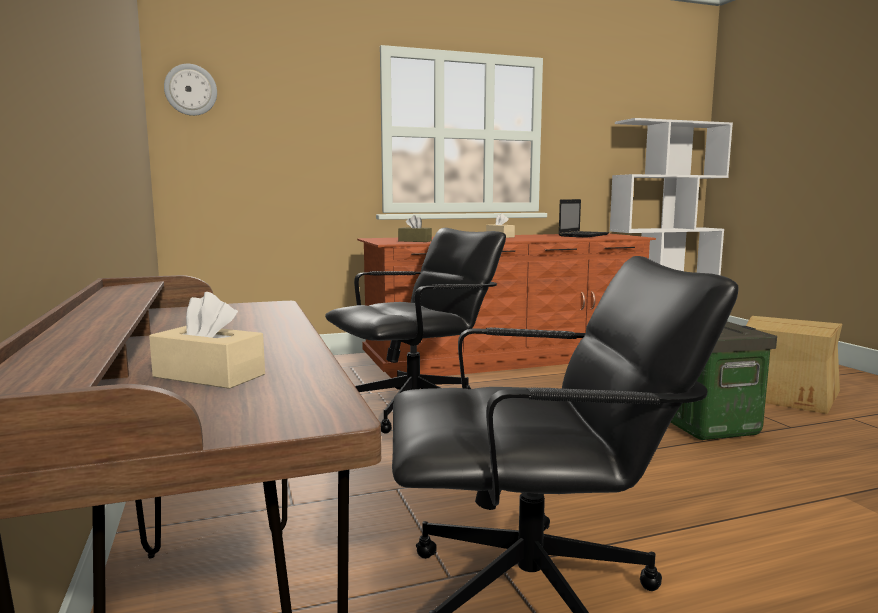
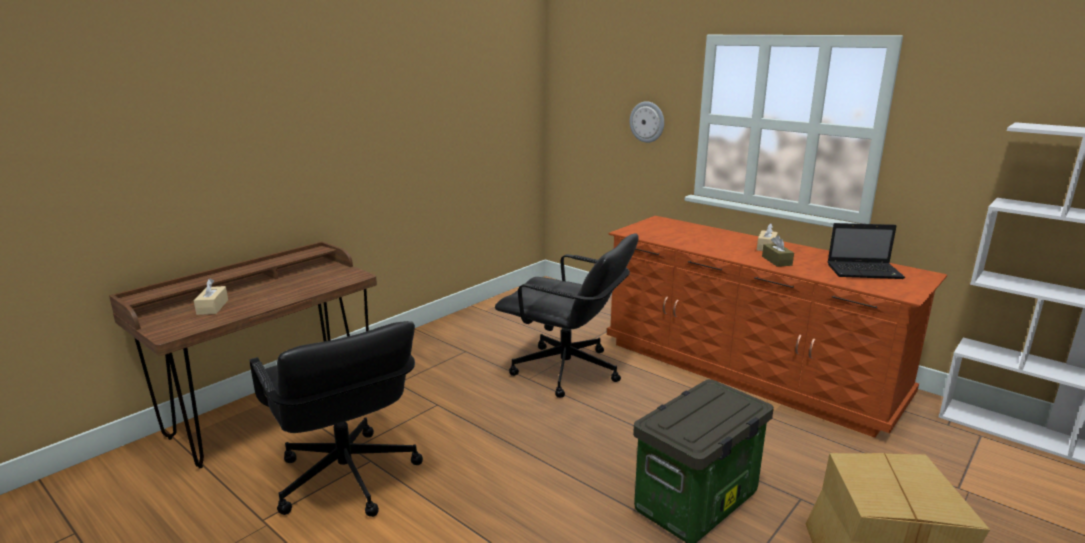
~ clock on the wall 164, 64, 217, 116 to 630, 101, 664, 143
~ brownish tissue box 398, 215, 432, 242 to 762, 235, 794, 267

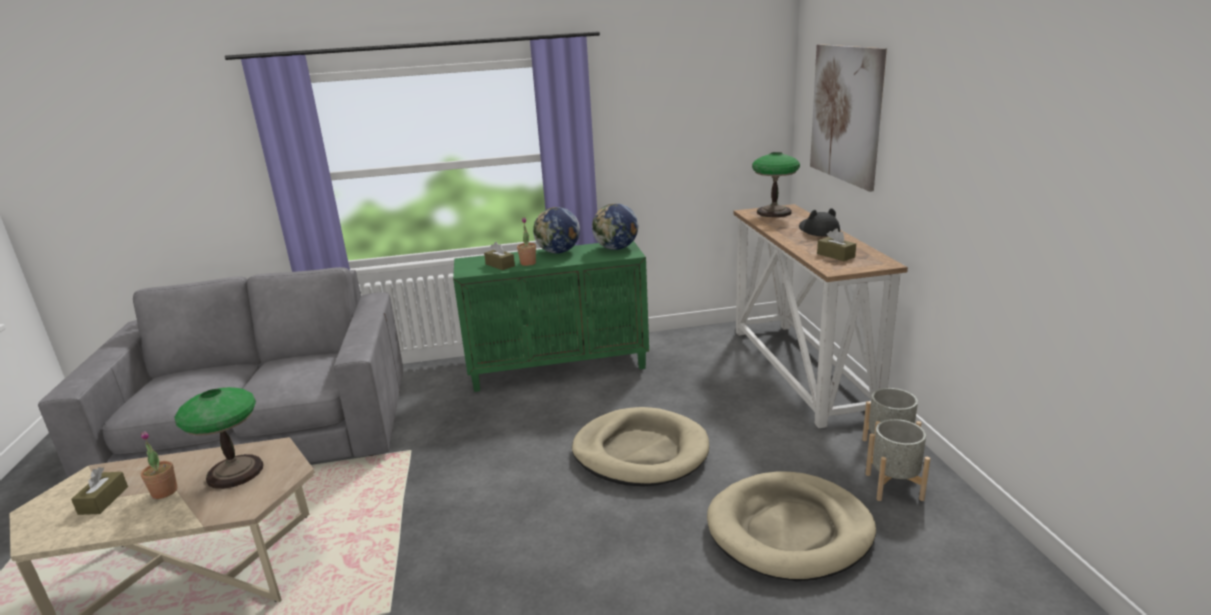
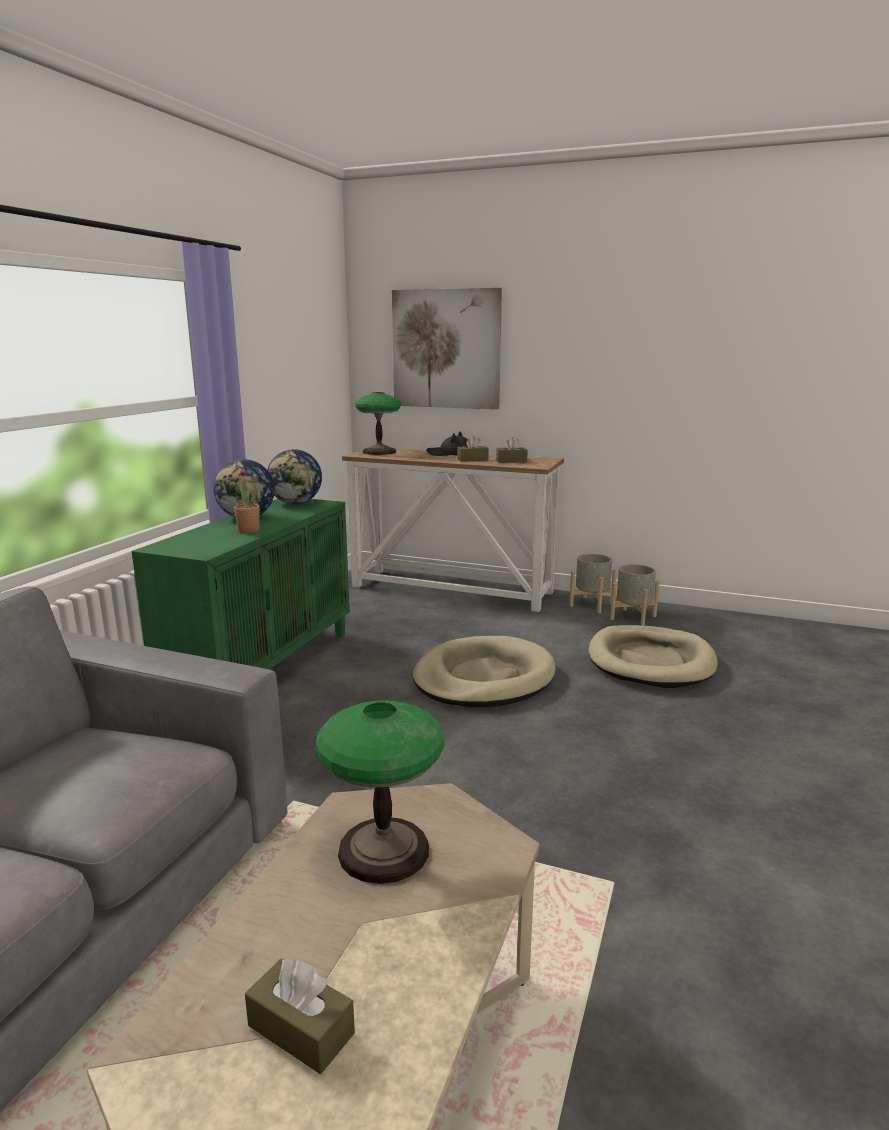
- potted plant 141, 431, 178, 499
~ brownish tissue box 484, 242, 515, 270 to 457, 435, 489, 462

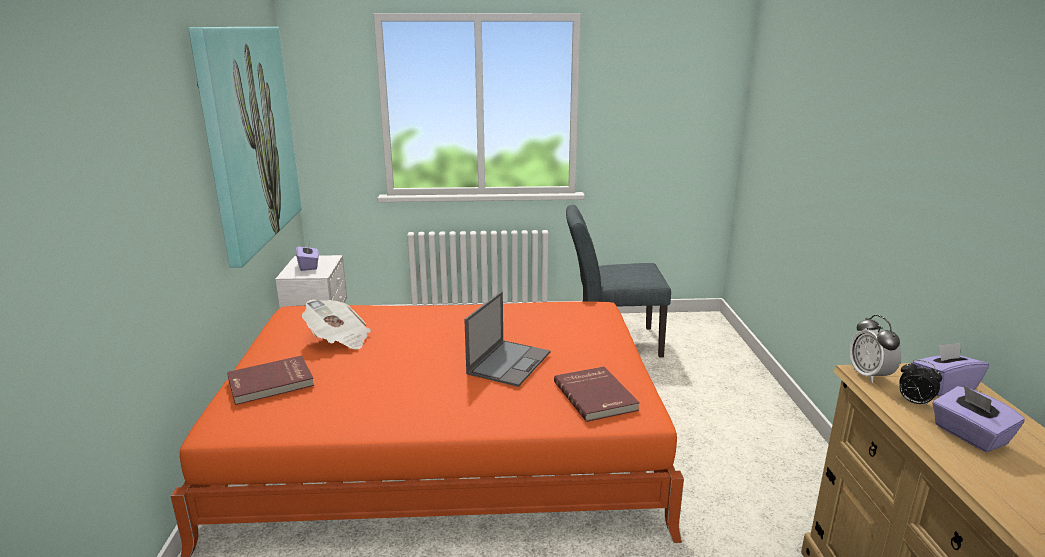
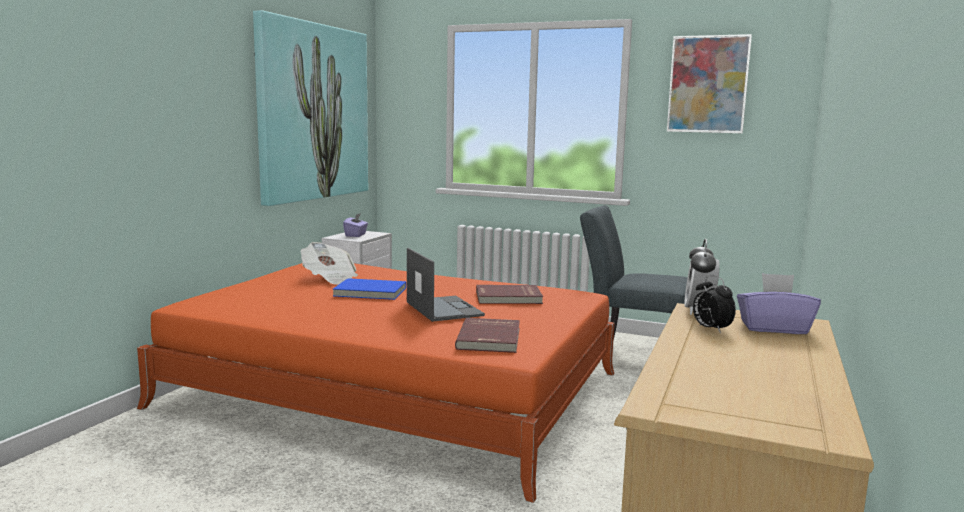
- purple-coloured tissue box 932, 386, 1025, 452
+ bluish volume 333, 278, 406, 300
+ wall picture 667, 34, 752, 133
~ reddish volume 227, 356, 314, 405 to 476, 285, 543, 304
~ portable computer 464, 291, 550, 387 = 407, 248, 485, 322 75 degrees counterclockwise

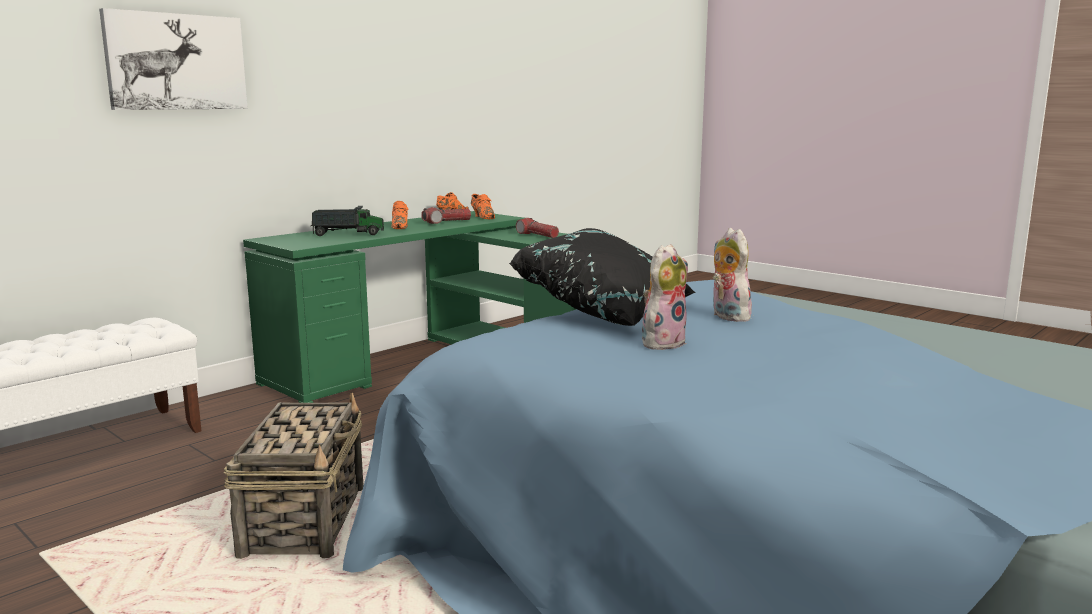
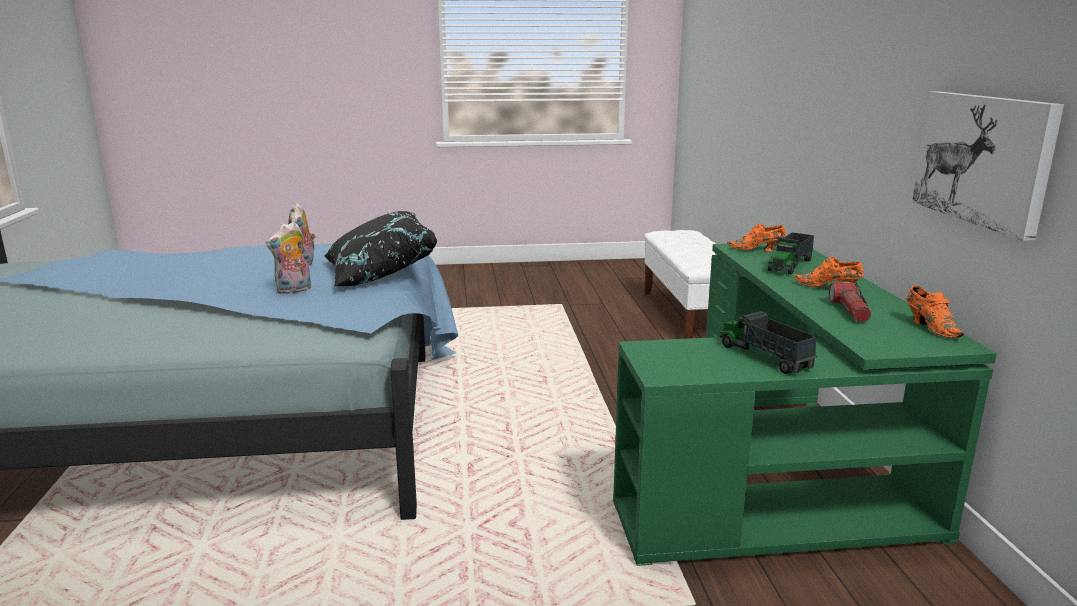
- household basket 223, 392, 364, 559
~ wall picture 99, 8, 248, 110 to 912, 91, 1064, 241
~ orange-coloured item of footwear 471, 194, 495, 219 to 727, 223, 786, 251
~ hand torch 516, 218, 559, 238 to toy lorry 720, 311, 817, 374
~ plush toy 713, 228, 753, 322 = 266, 222, 311, 294 120 degrees clockwise

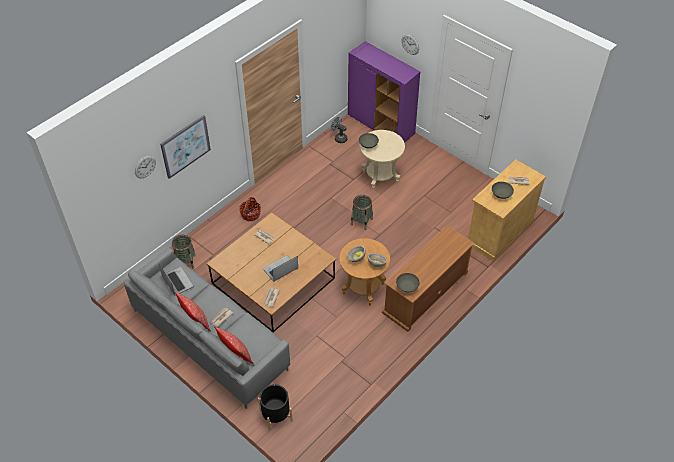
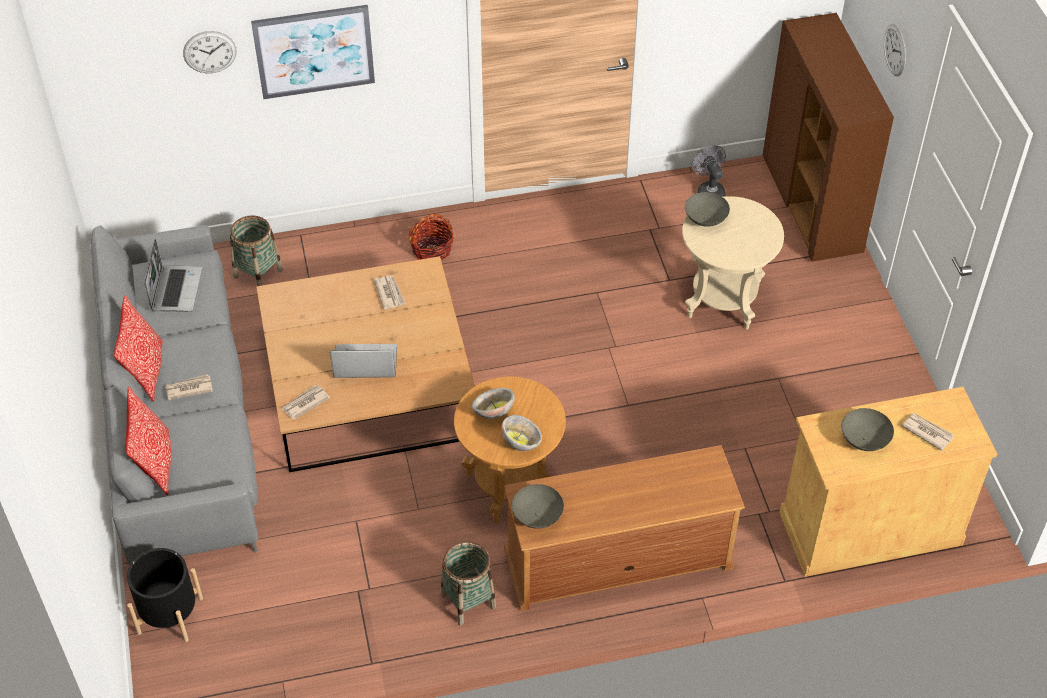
~ household basket 351, 195, 373, 230 to 441, 541, 496, 625
~ purple-coloured cabinet 348, 41, 420, 143 to brownish cabinet 763, 13, 894, 261

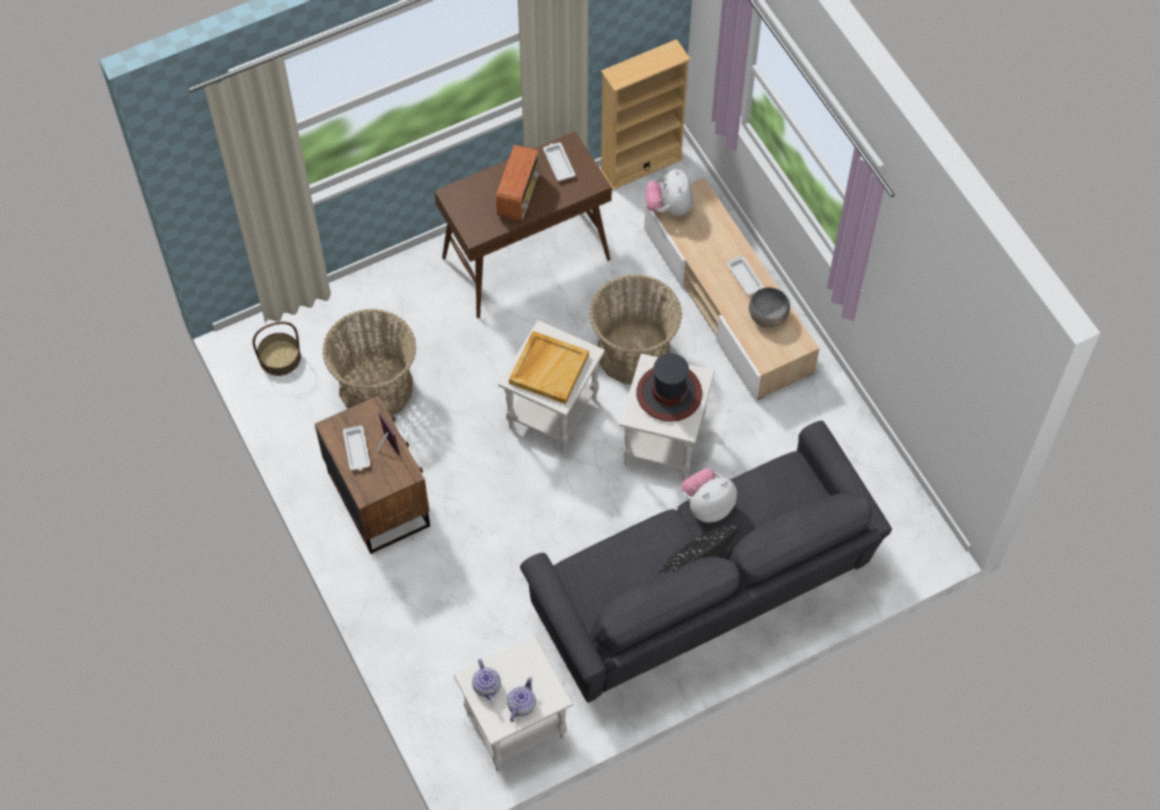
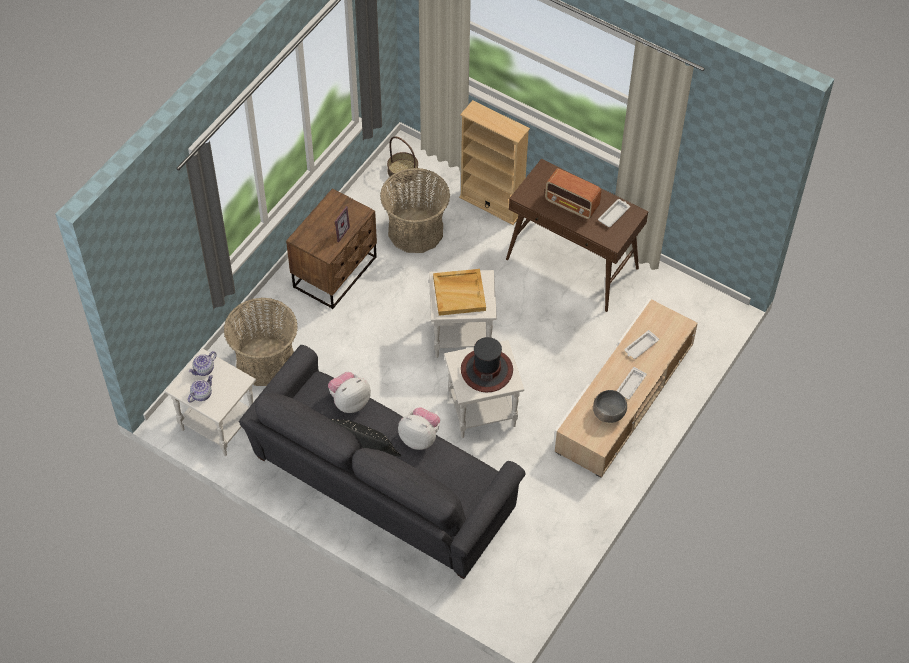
~ white-coloured carrying tray 343, 425, 370, 471 to 624, 330, 659, 359
~ household basket 589, 274, 682, 384 to 224, 297, 298, 386
~ beige-coloured shelving unit 600, 39, 691, 190 to 459, 100, 530, 225
~ plush toy 645, 169, 693, 216 to 328, 372, 371, 413
~ radio 496, 145, 540, 221 = 545, 168, 601, 219 45 degrees clockwise
~ pot for tea 507, 677, 536, 722 = 188, 375, 213, 403 45 degrees counterclockwise

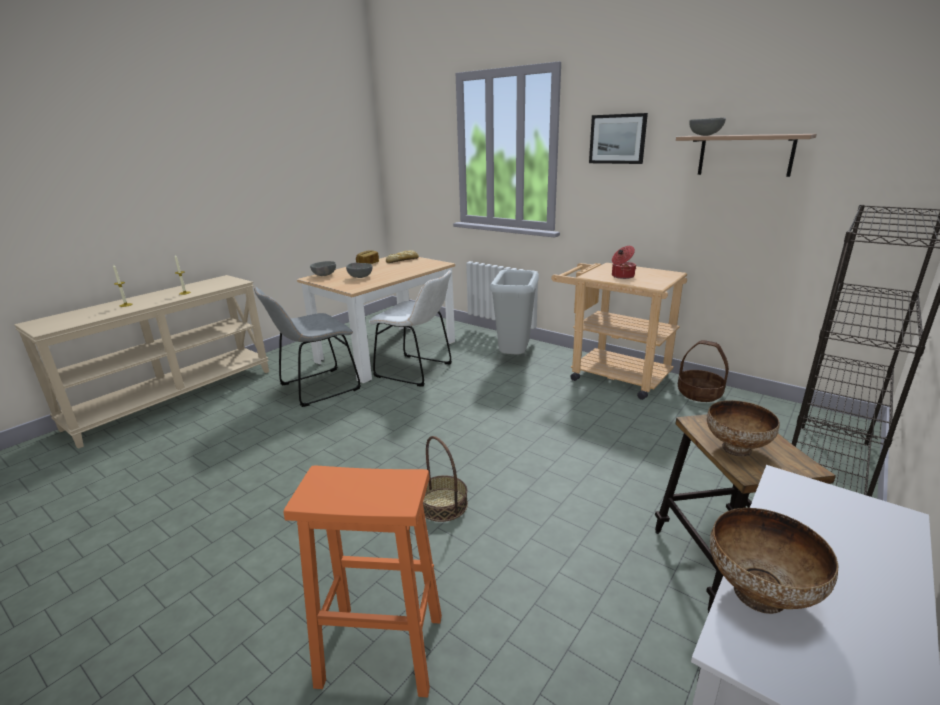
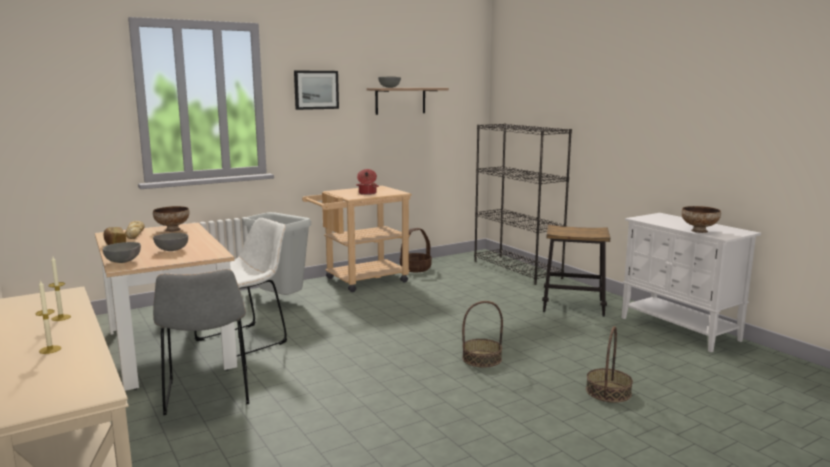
~ bowl 707, 400, 780, 457 to 153, 206, 190, 232
~ orange-coloured stool 284, 466, 442, 698 to household basket 586, 326, 633, 403

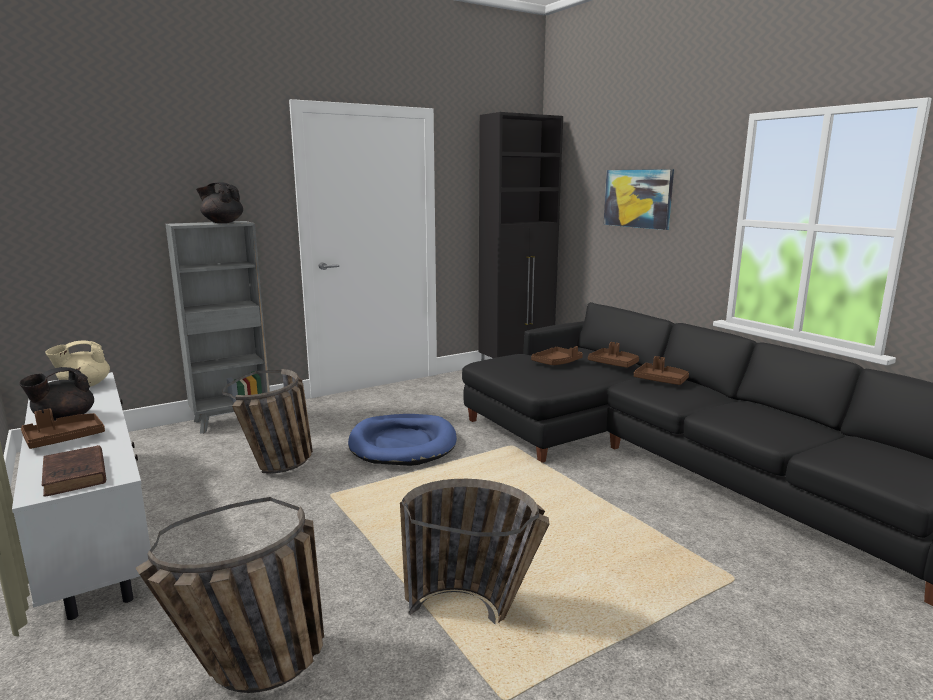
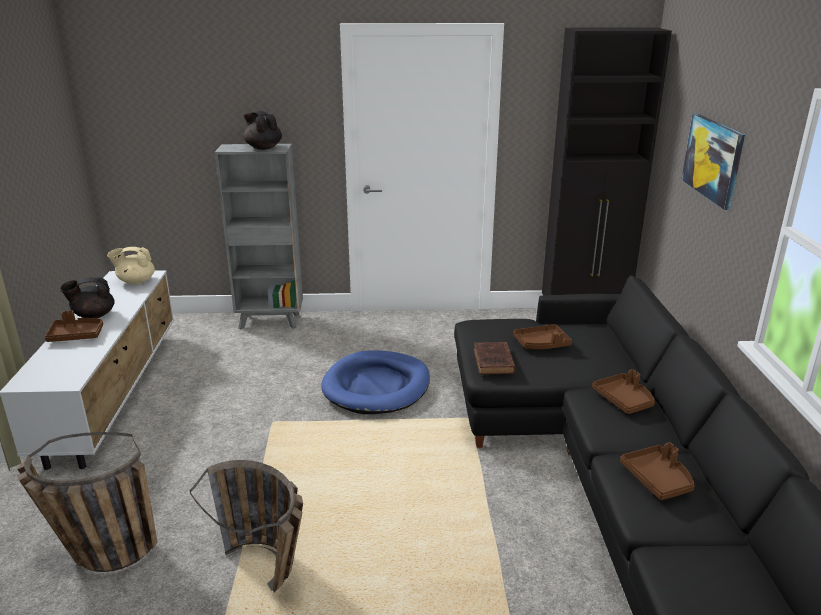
- household basket 222, 369, 313, 473
~ brownish volume 42, 445, 106, 497 to 474, 342, 516, 375
~ brownish carrying tray 588, 342, 639, 368 to 620, 442, 695, 500

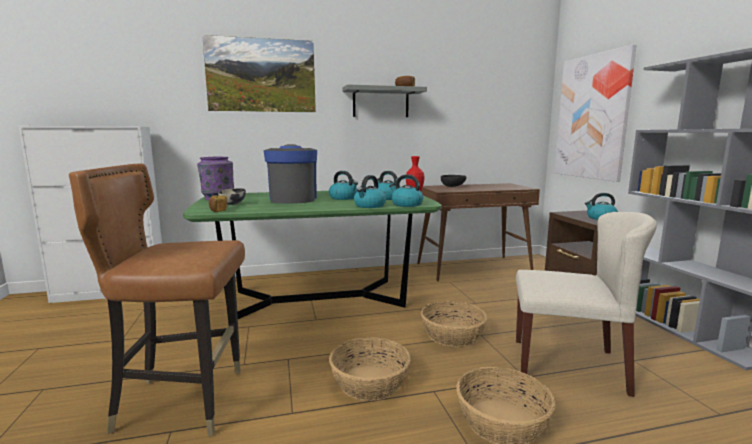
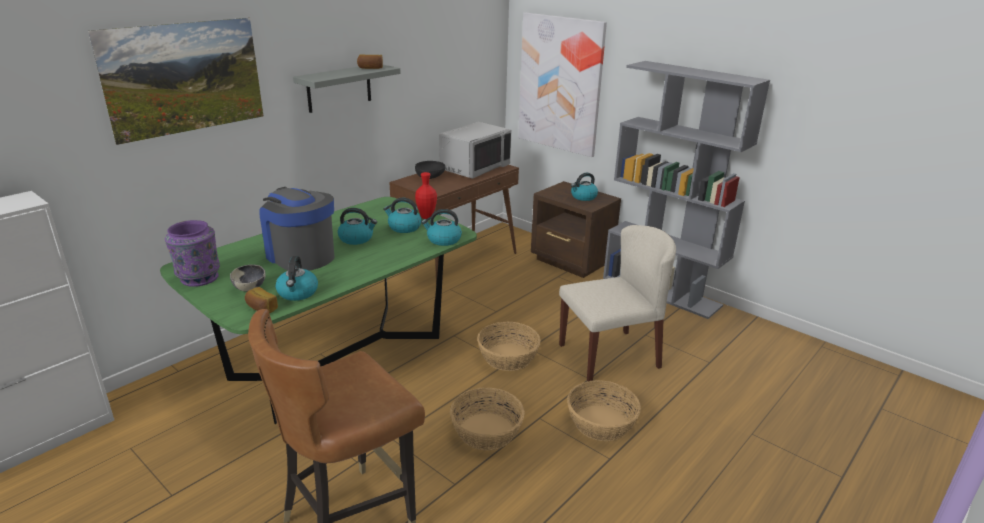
+ gray microwave 439, 122, 511, 179
~ kettle 354, 175, 386, 208 to 275, 256, 318, 301

